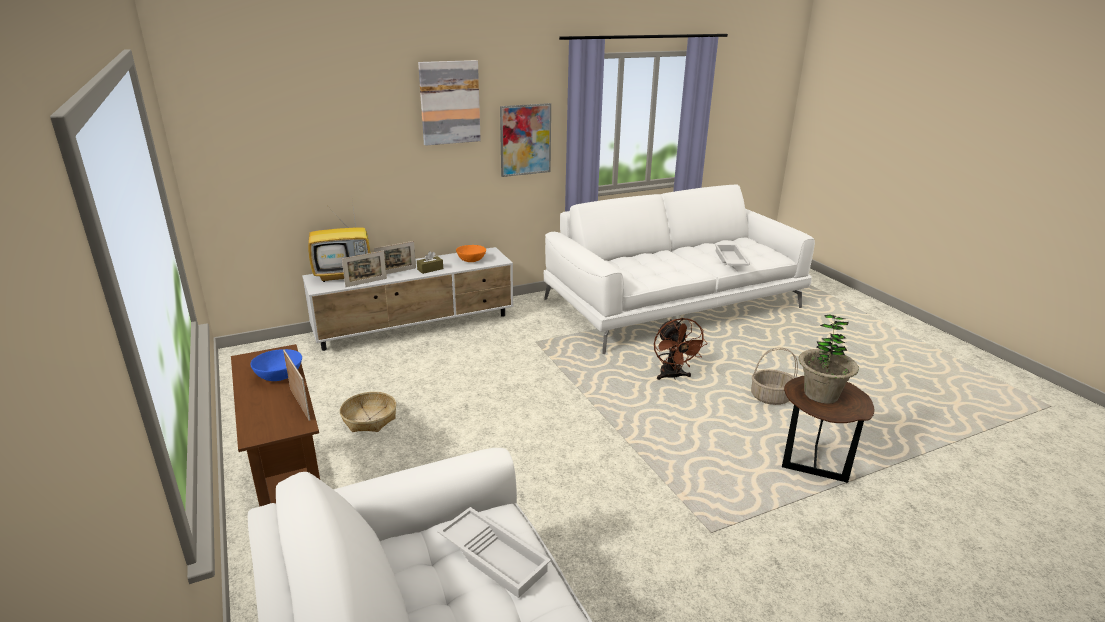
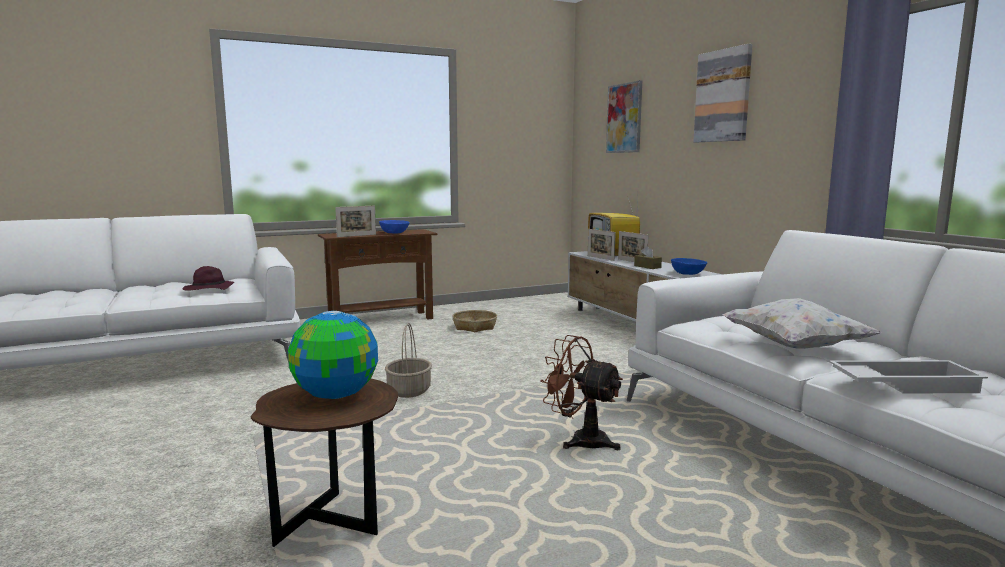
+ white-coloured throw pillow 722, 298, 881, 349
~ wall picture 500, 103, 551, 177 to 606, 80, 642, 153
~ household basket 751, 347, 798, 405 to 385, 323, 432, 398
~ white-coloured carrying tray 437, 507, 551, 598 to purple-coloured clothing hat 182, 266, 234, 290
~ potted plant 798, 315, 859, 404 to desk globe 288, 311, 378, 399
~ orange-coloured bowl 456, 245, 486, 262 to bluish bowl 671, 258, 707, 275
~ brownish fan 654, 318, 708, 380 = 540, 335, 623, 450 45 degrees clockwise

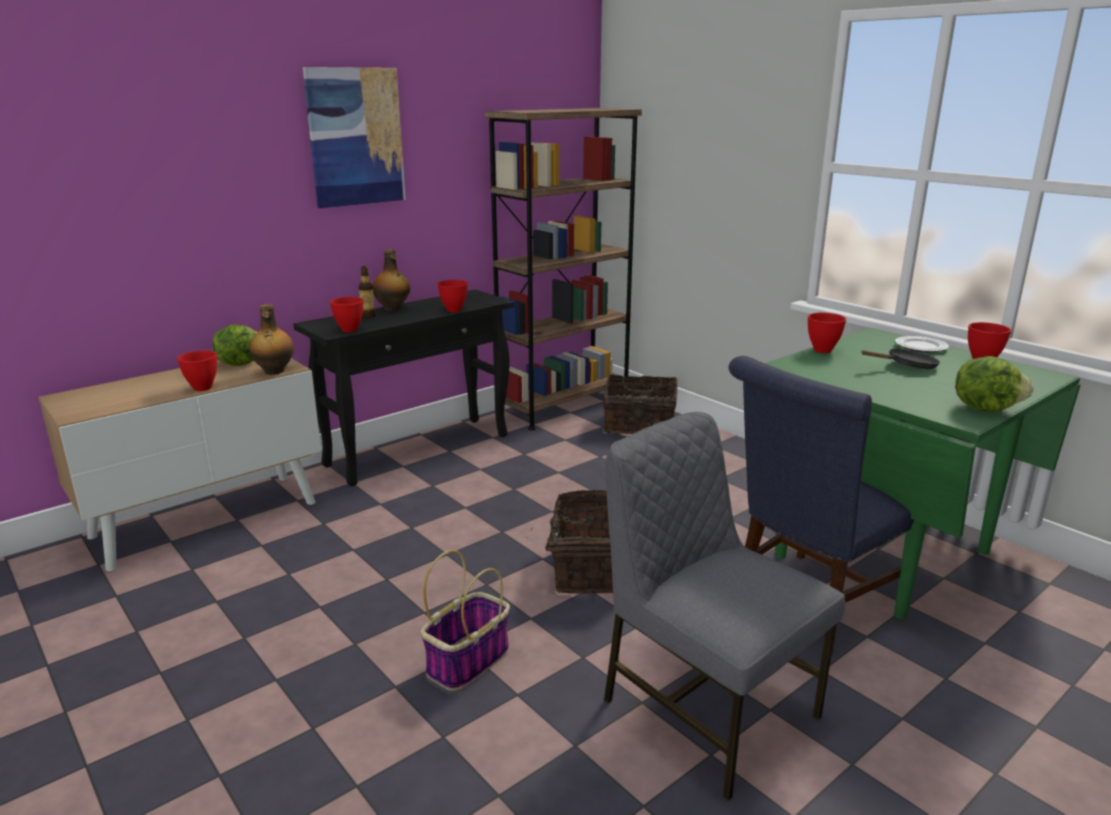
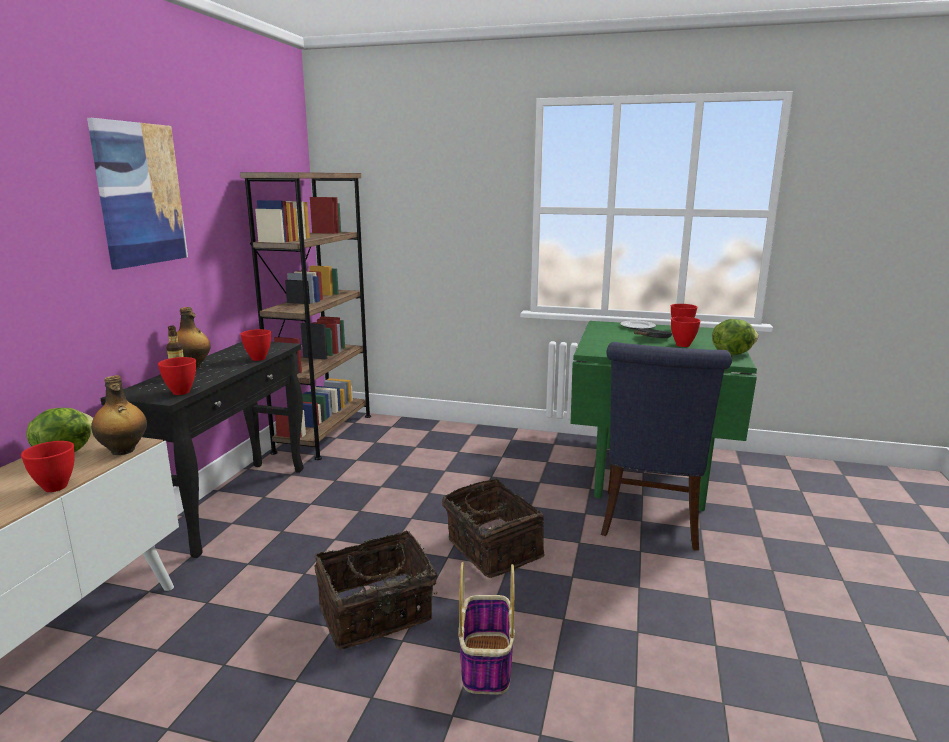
- gray plain chair 604, 412, 845, 801
~ household basket 603, 374, 678, 434 to 314, 530, 438, 649
~ reddish bowl 808, 313, 846, 353 to 671, 317, 700, 347

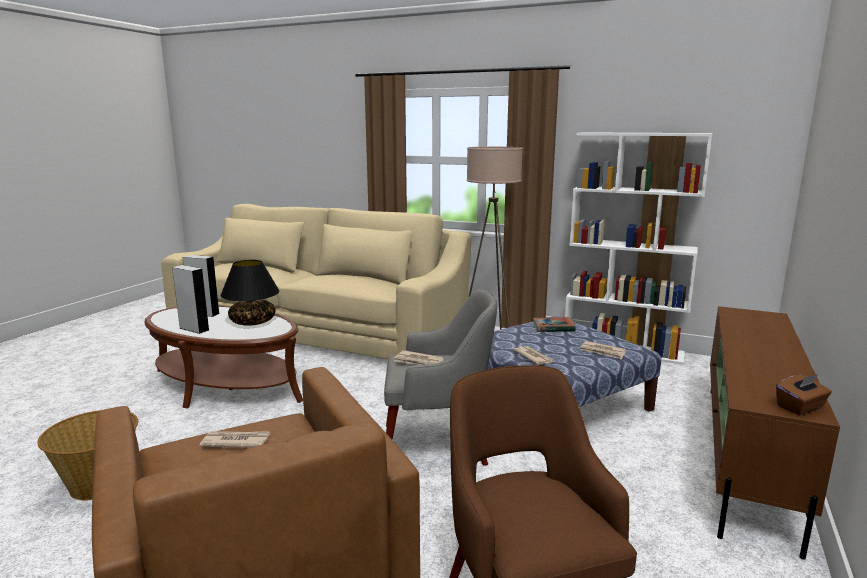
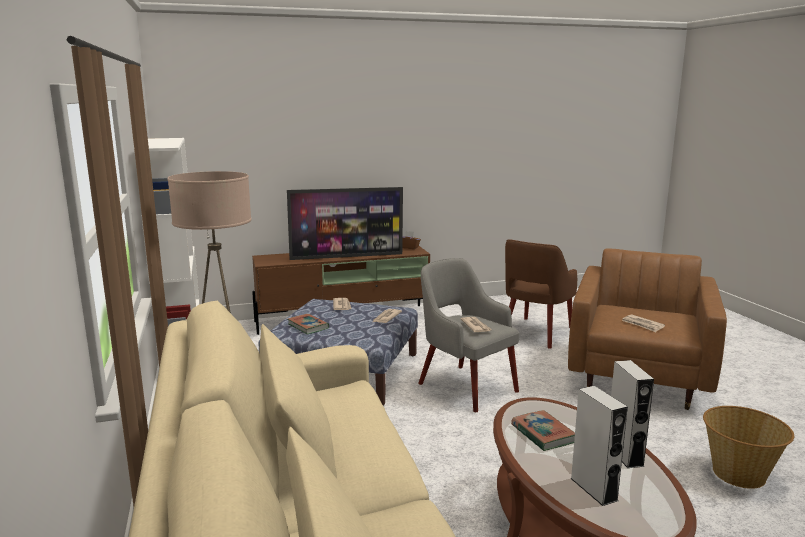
+ television 287, 187, 403, 260
~ black-coloured lamp for a table 220, 260, 279, 326 to volume 511, 410, 575, 451

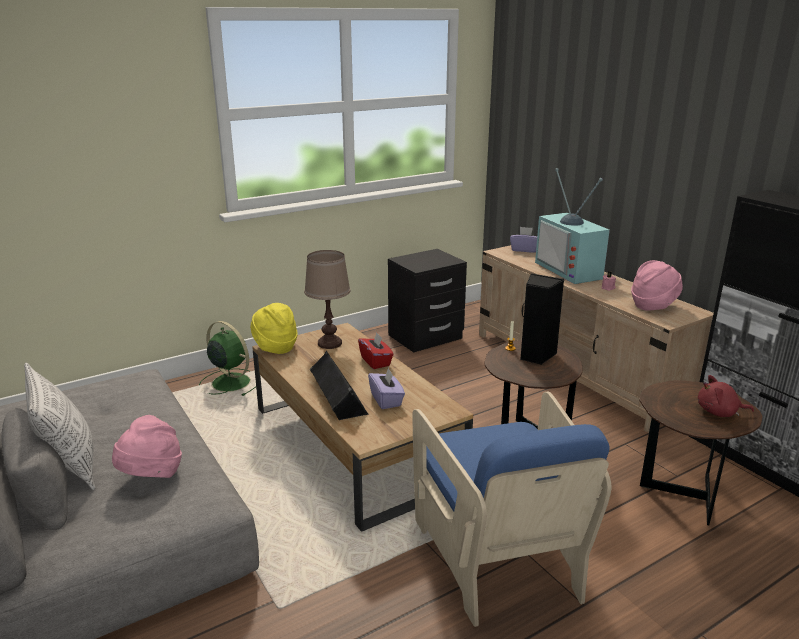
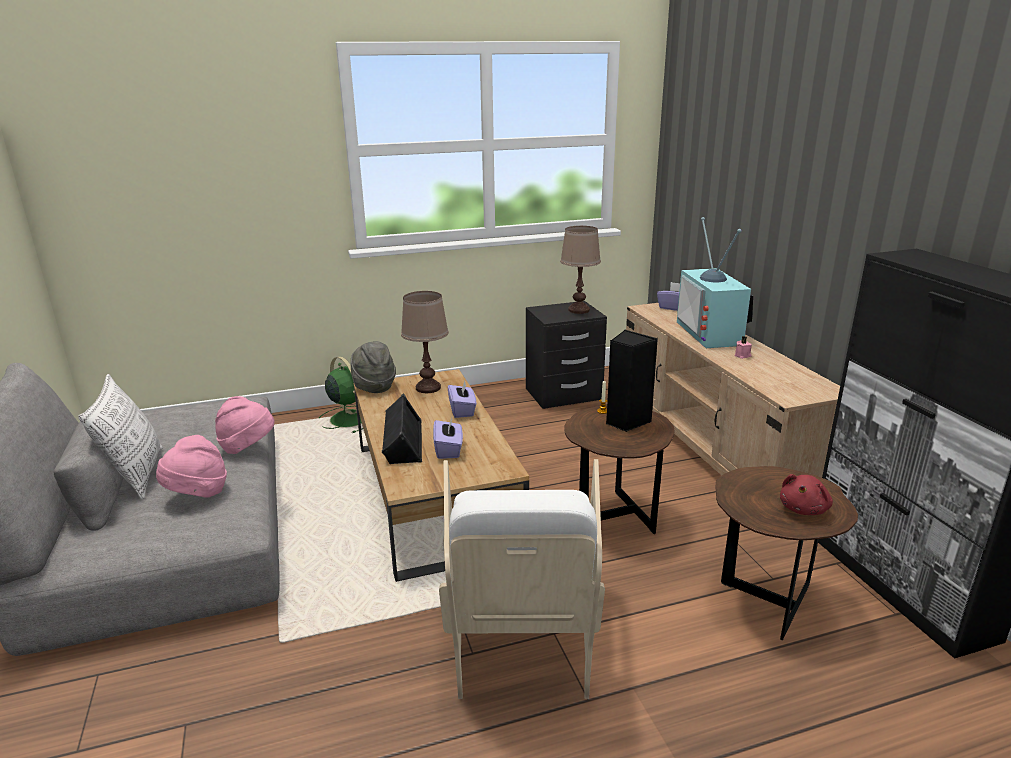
+ brownish lamp for a table 560, 226, 601, 314
~ pink-coloured clothing hat 631, 260, 683, 311 to 215, 396, 274, 454
~ yellow clothing hat 250, 303, 298, 354 to gray clothing hat 351, 341, 396, 393
~ reddish tissue box 358, 332, 394, 369 to purple-coloured tissue box 448, 381, 476, 418
~ bluish easy chair 412, 392, 612, 627 to white-coloured easy chair 439, 459, 605, 699
~ reddish plush toy 698, 375, 754, 417 = 780, 474, 833, 515 75 degrees counterclockwise

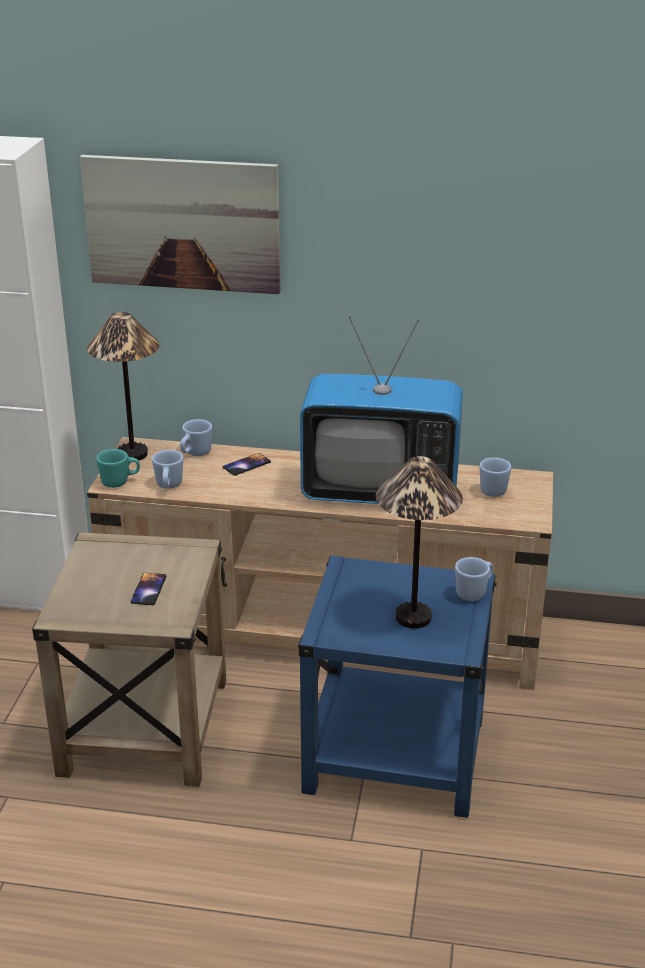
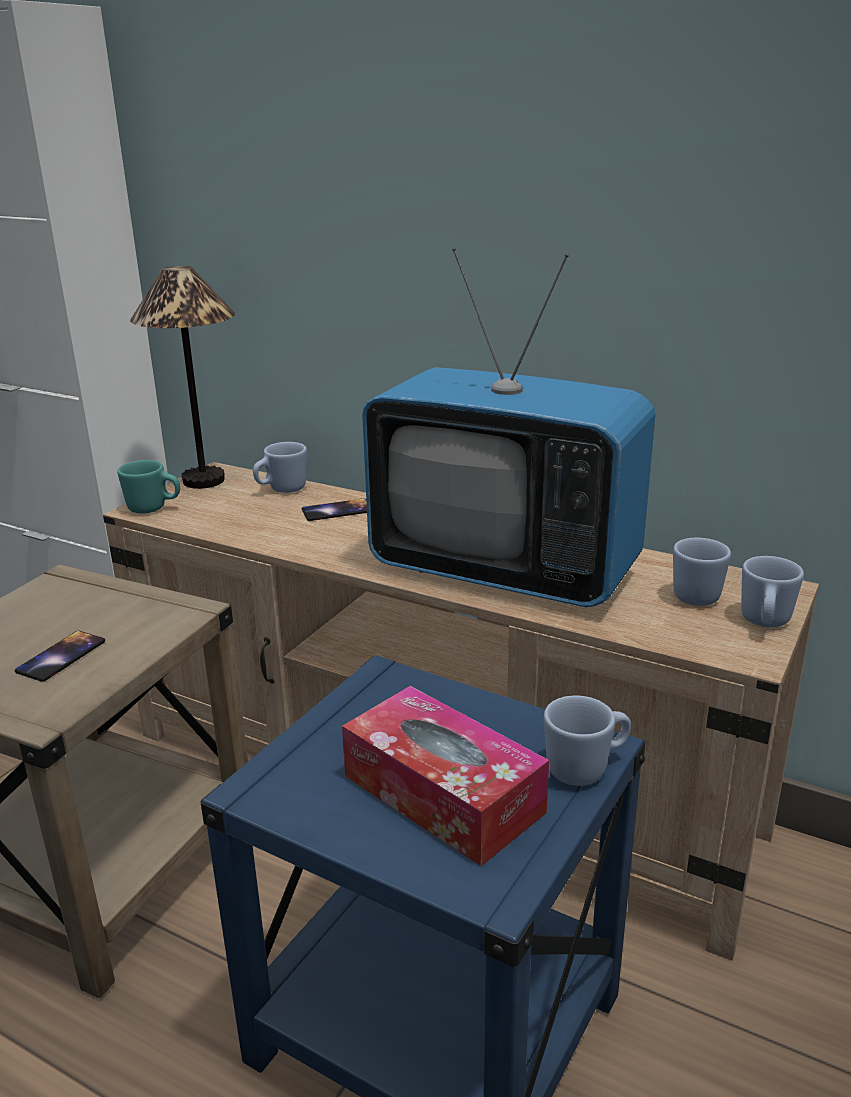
- wall picture 80, 155, 280, 294
~ bluish tea mug 152, 450, 183, 489 to 741, 556, 804, 627
~ lamp for a table 376, 456, 463, 629 to tissue box 342, 686, 549, 866

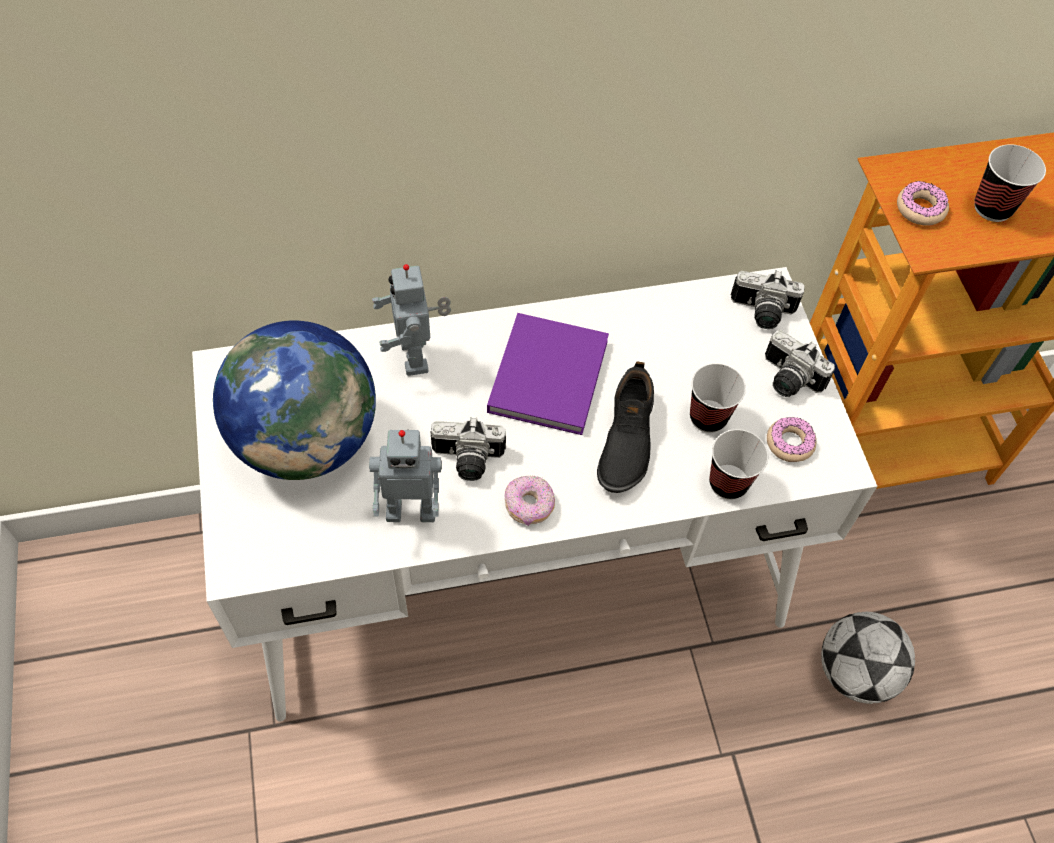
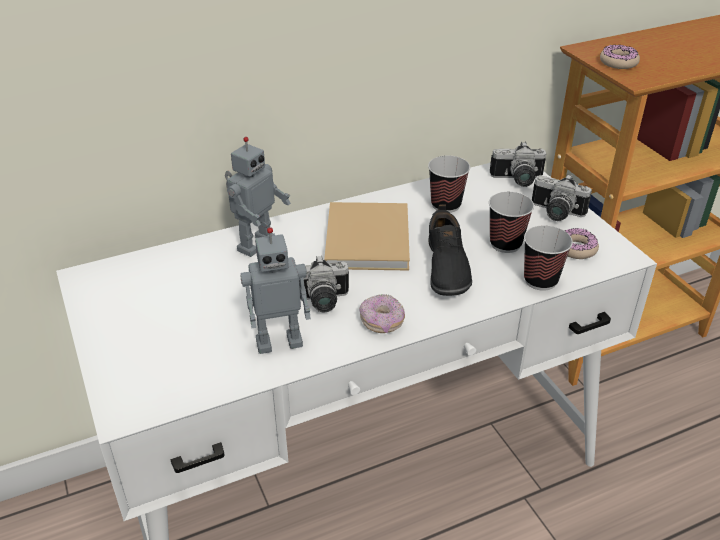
- desk globe 213, 320, 376, 480
- football 821, 612, 915, 704
~ drinking cup 974, 144, 1046, 222 to 428, 156, 470, 213
~ purple-coloured volume 487, 313, 609, 435 to beige-coloured volume 324, 202, 410, 271
~ model robot 372, 264, 451, 376 = 225, 137, 291, 257 120 degrees counterclockwise

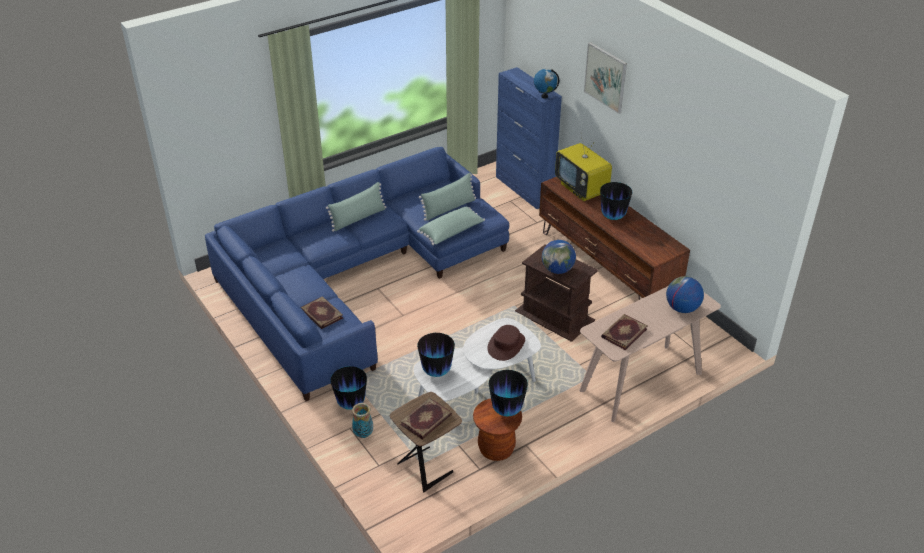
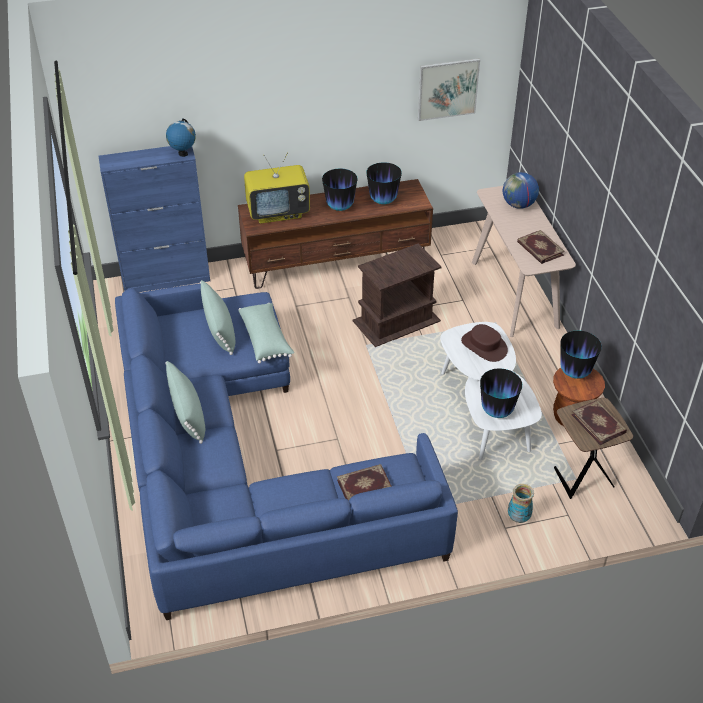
- desk globe 542, 240, 576, 274
~ decorative vase 330, 366, 367, 410 to 367, 162, 402, 204
~ wall picture 584, 42, 627, 114 to 418, 58, 480, 121

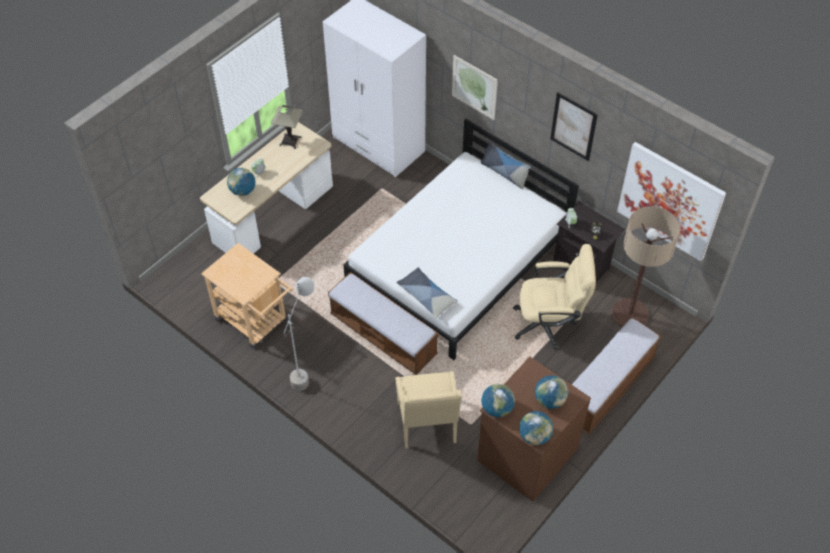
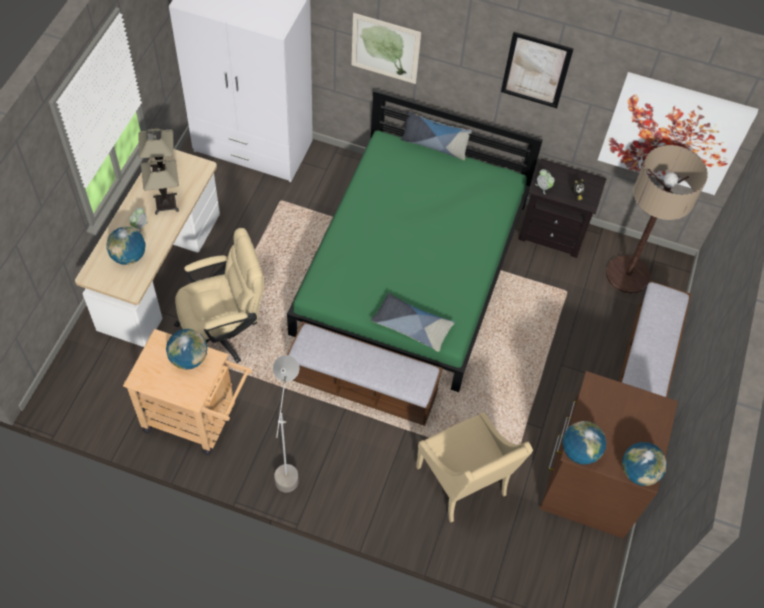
+ lamp for a table 141, 159, 179, 215
~ beige-coloured office chair 513, 244, 596, 349 to 174, 228, 264, 363
~ desk globe 535, 375, 568, 409 to 166, 329, 207, 370
~ white-coloured sleeping bed 343, 118, 579, 360 to green-coloured sleeping bed 287, 89, 543, 392

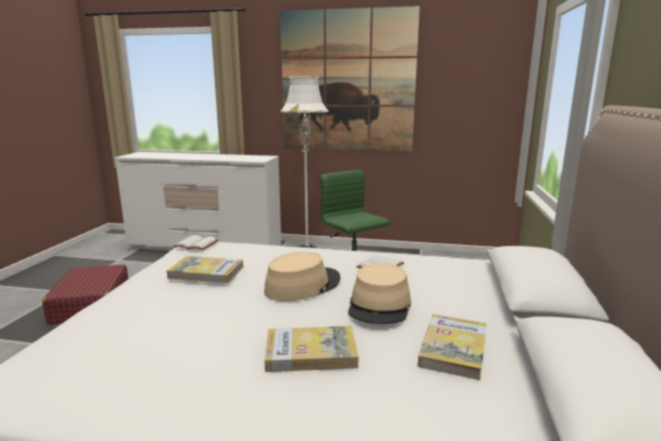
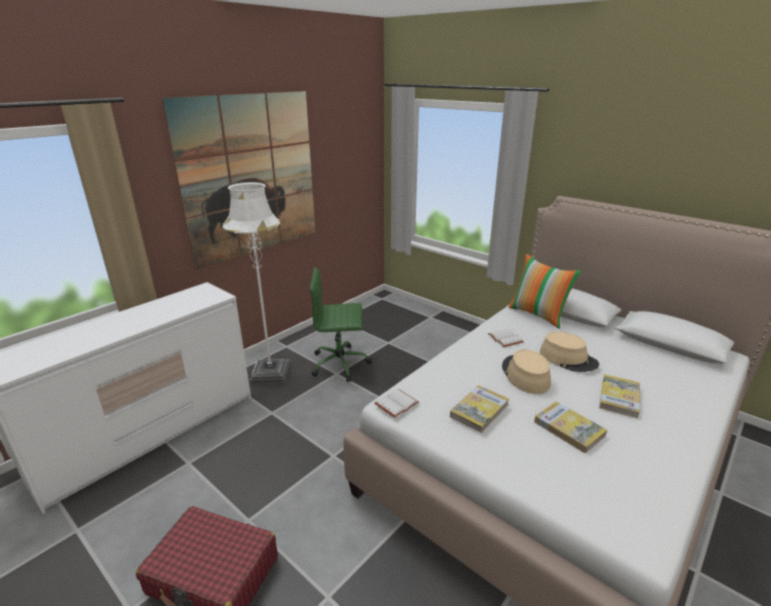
+ throw pillow 509, 254, 581, 329
~ volume 418, 314, 487, 380 to 534, 402, 607, 453

